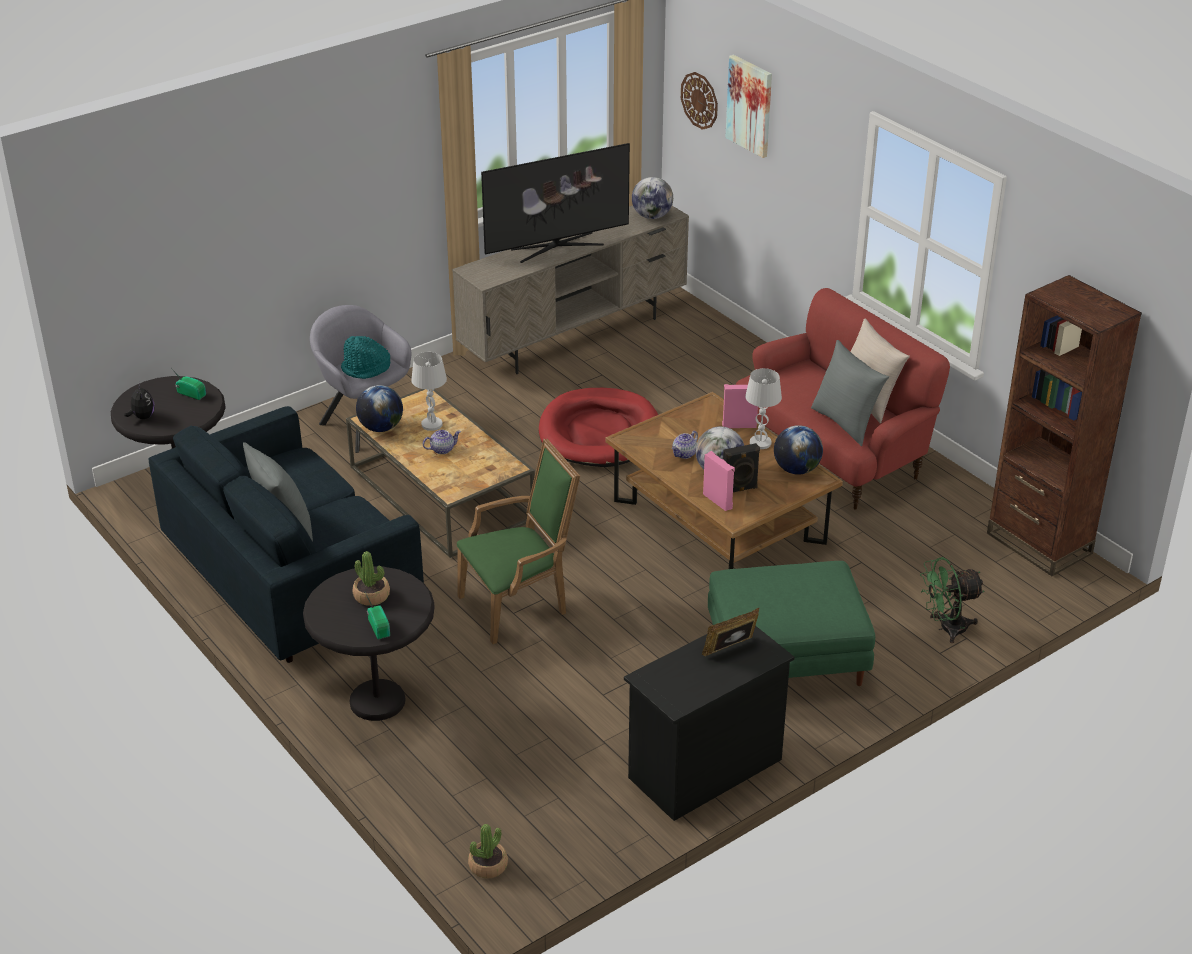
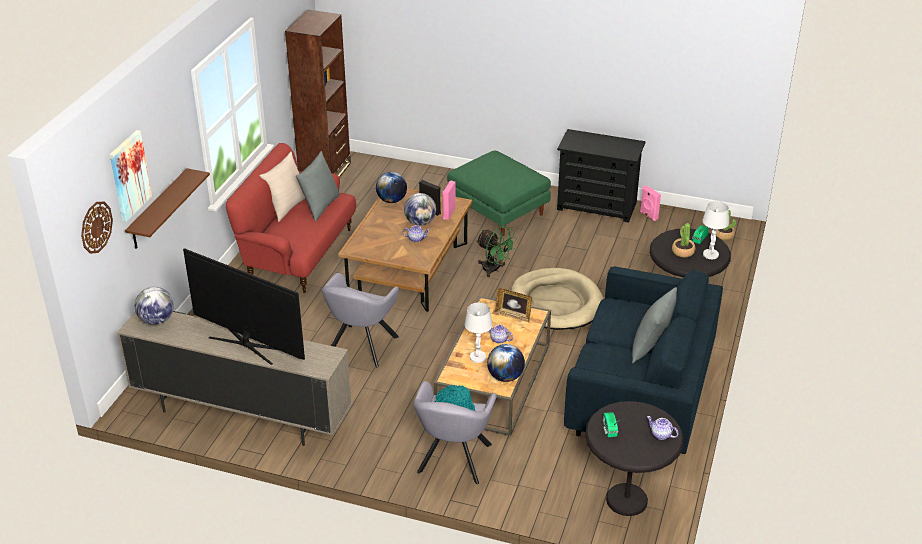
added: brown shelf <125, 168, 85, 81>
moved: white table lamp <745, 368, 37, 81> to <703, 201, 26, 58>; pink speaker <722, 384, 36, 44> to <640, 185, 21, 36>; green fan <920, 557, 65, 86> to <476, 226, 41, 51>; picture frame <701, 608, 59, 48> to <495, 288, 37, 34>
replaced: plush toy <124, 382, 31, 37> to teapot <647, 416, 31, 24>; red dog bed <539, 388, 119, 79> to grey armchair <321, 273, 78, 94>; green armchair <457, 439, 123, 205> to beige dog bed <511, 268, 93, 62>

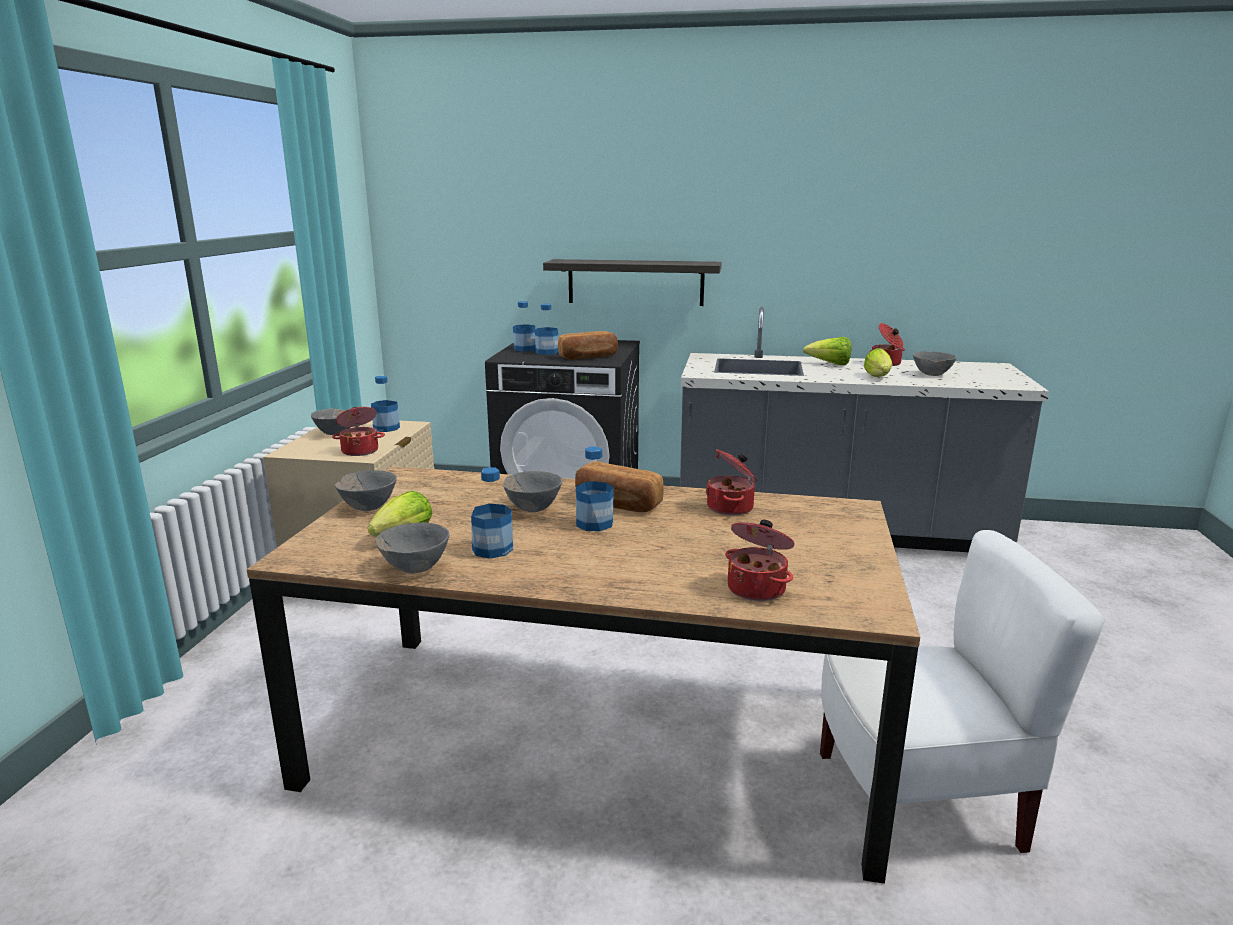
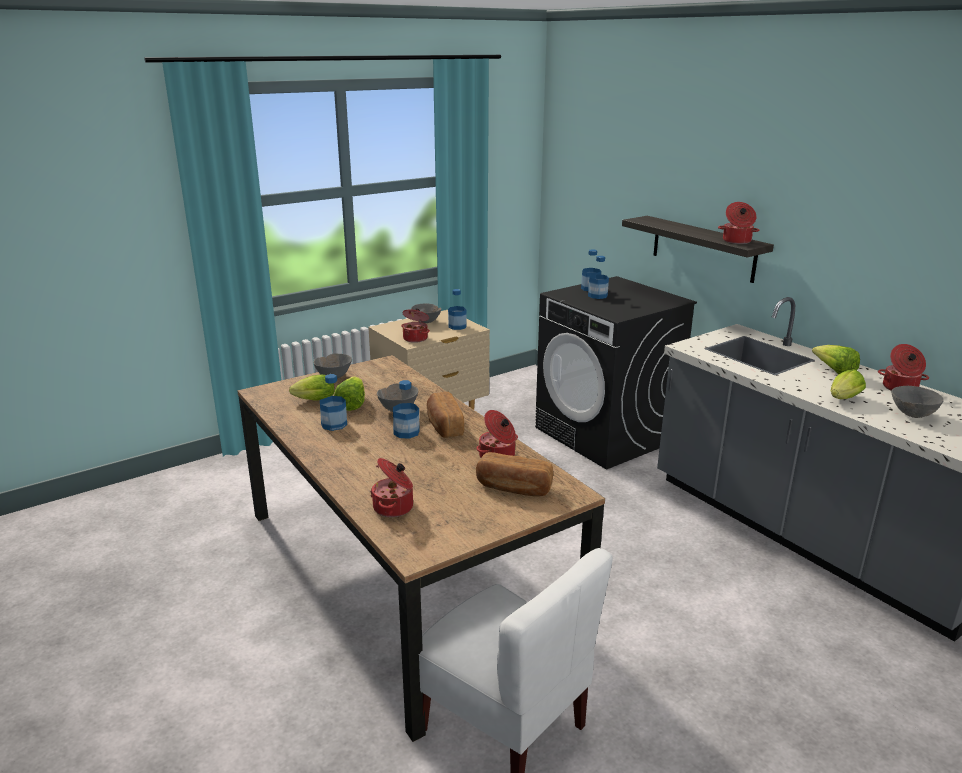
removed: grey bowl <375, 522, 74, 52>
added: cooking pot <718, 202, 42, 42>; lettuce <334, 376, 31, 35>
moved: bread <558, 331, 60, 29> to <476, 452, 77, 45>

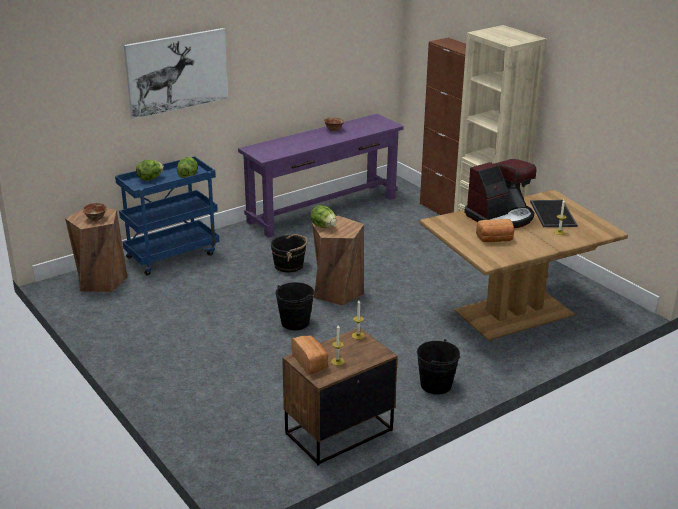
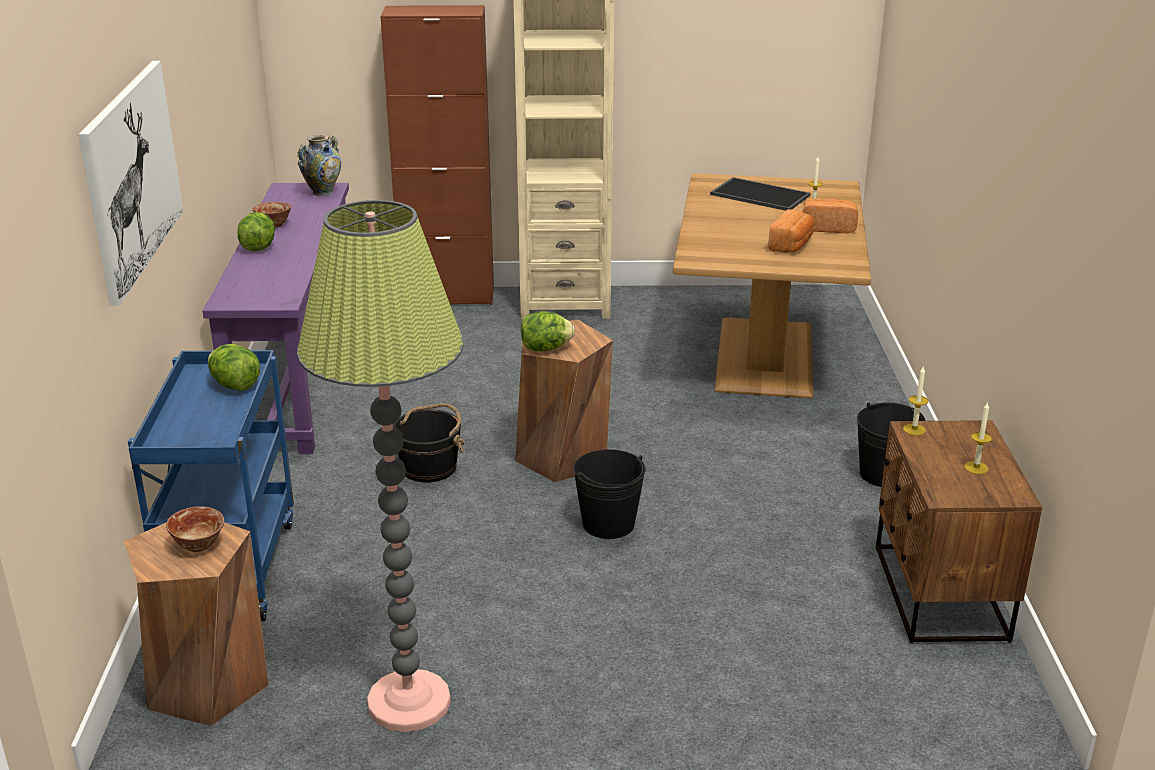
removed: coffee machine <464, 159, 73, 69>
added: vase <297, 135, 44, 61>; floor lamp <297, 200, 166, 532>
moved: lettuce <136, 160, 28, 21> to <237, 212, 38, 40>; bread <291, 335, 37, 39> to <802, 198, 56, 35>

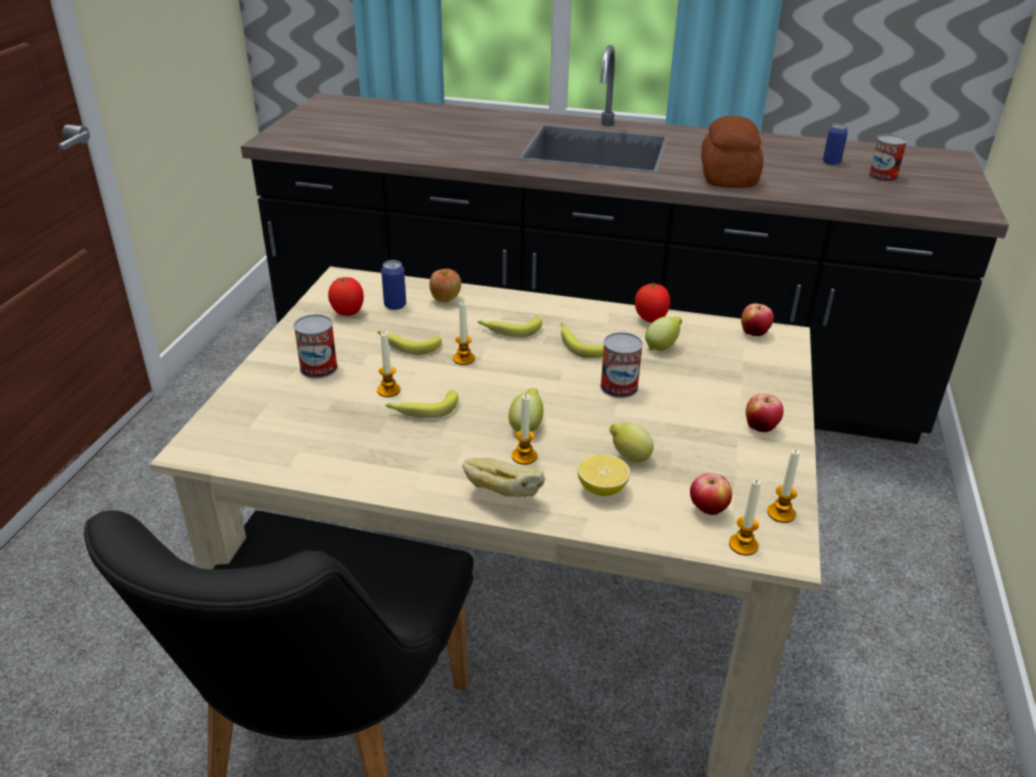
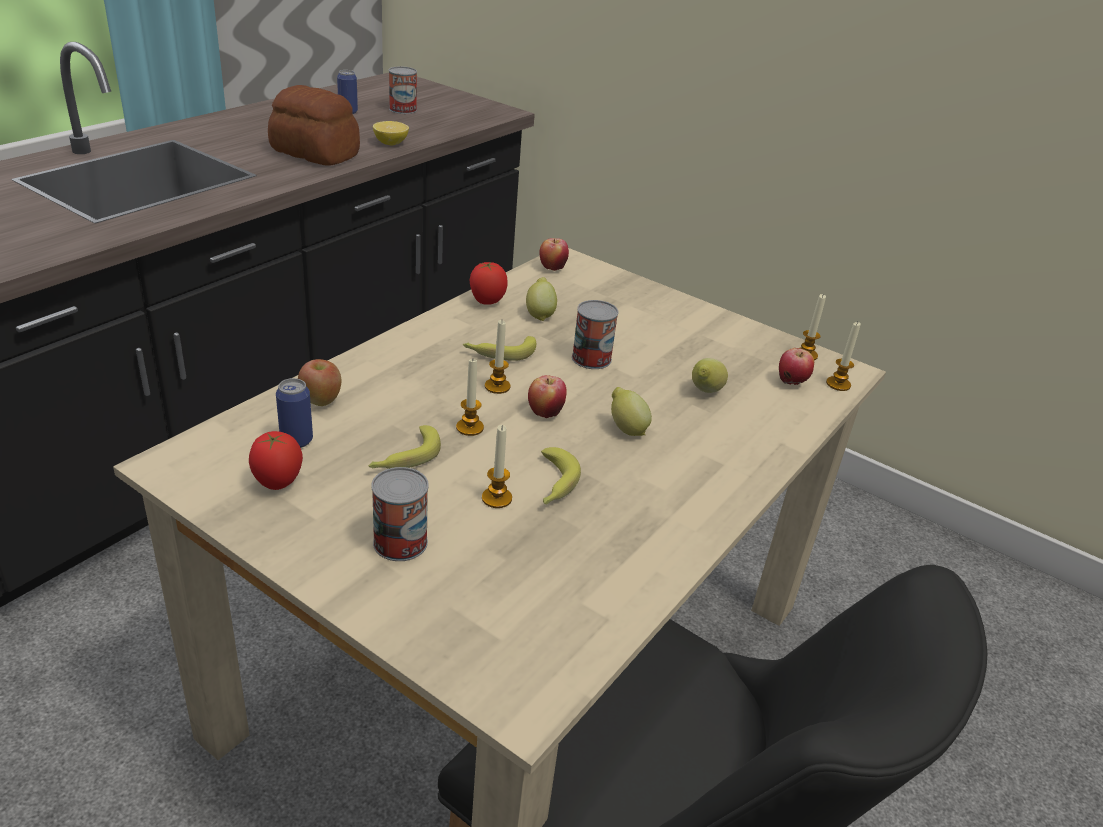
removed: banana <477, 317, 65, 20>; bread <462, 458, 83, 39>
moved: apple <746, 393, 37, 39> to <528, 375, 39, 43>; candle <512, 394, 25, 71> to <485, 320, 26, 74>; lemon <578, 454, 52, 42> to <373, 121, 36, 24>

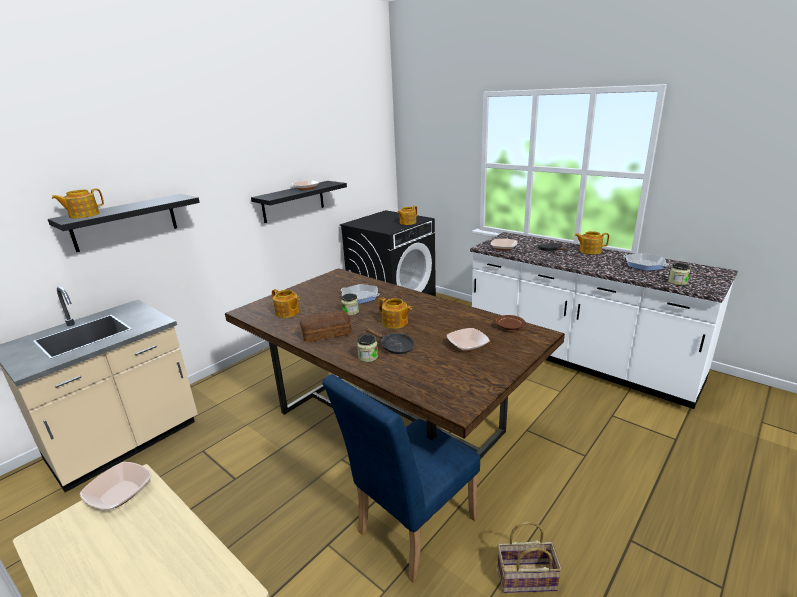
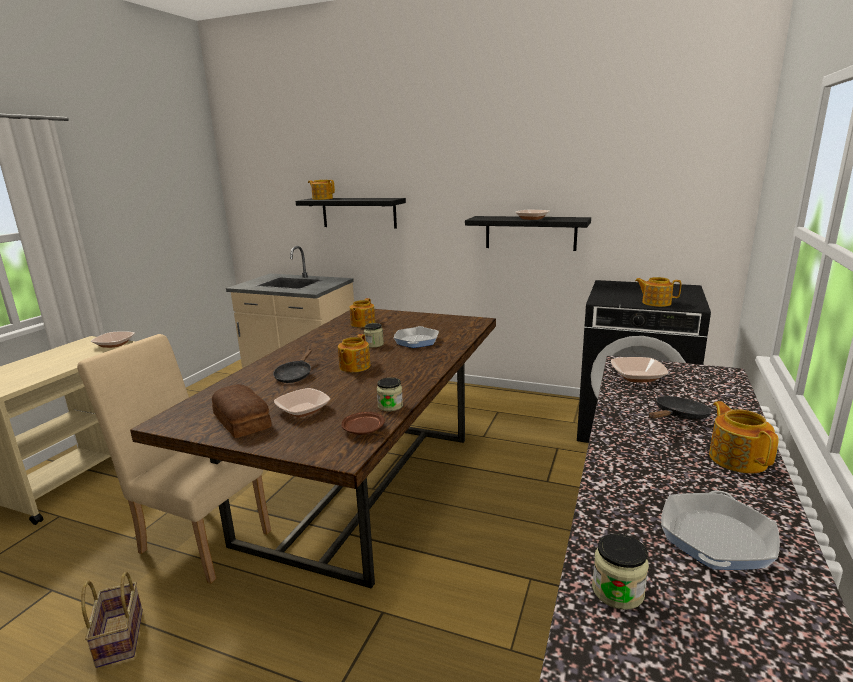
moved: bread <300, 310, 52, 33> to <212, 384, 60, 54>; jar <357, 335, 21, 27> to <377, 377, 26, 35>
recoloured: blue chair <322, 374, 158, 208> to beige chair <77, 334, 194, 250>

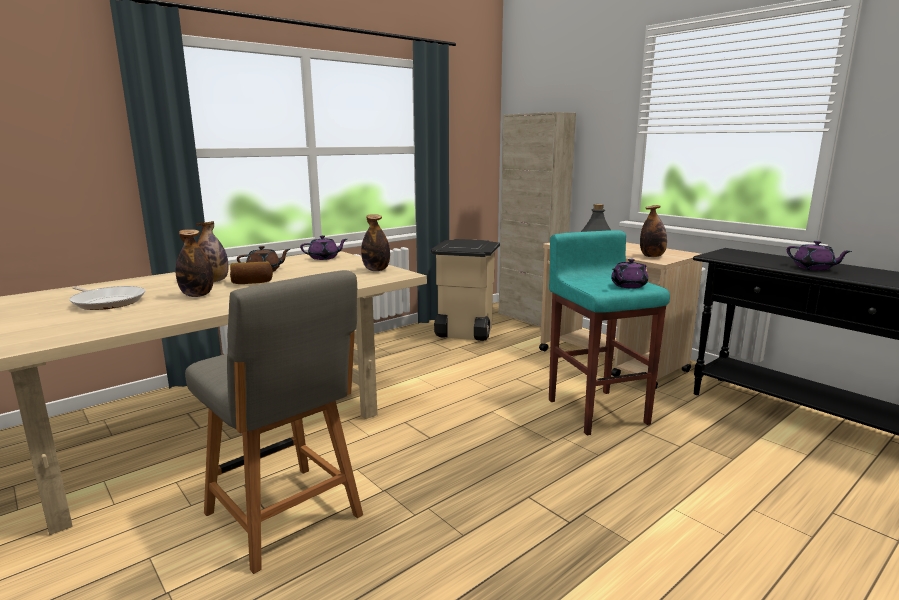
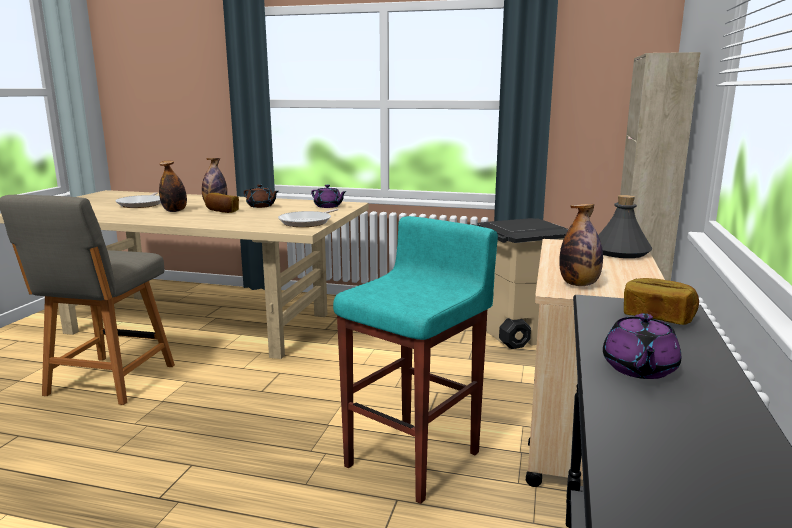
removed: purple teapot <611, 259, 37, 30>
added: bread <624, 278, 75, 47>
replaced: bottle <361, 214, 29, 57> to frying pan <278, 209, 61, 18>

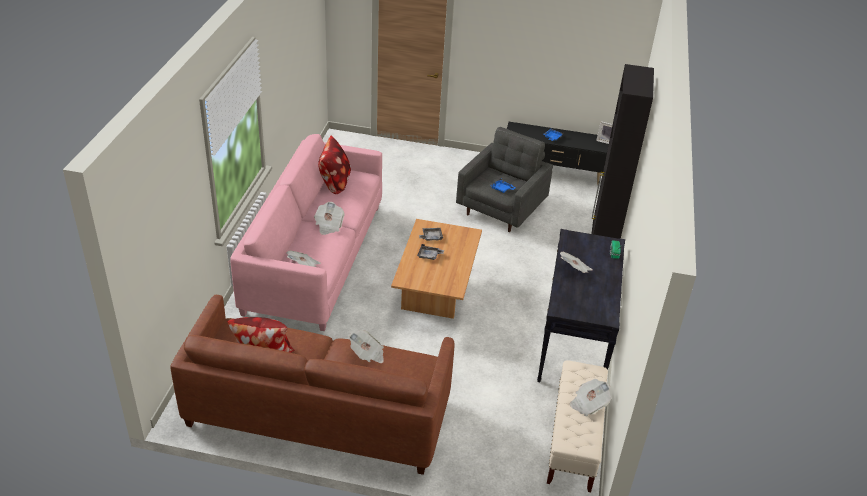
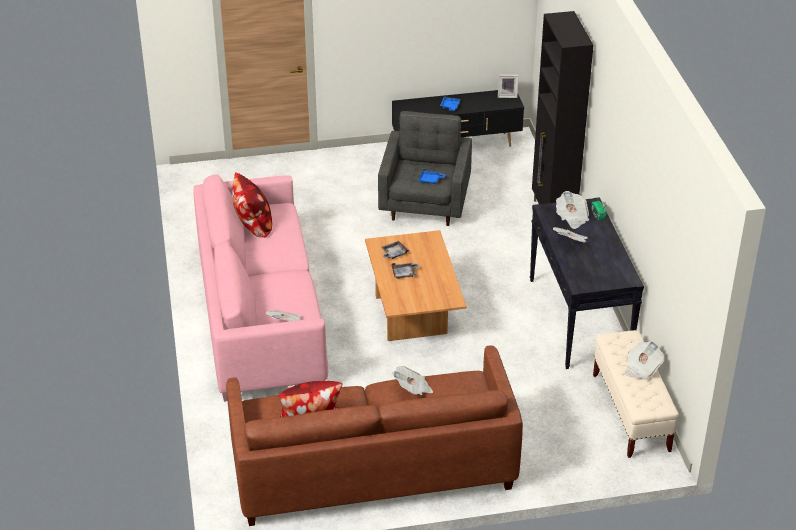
moved: newspaper <314, 202, 31, 33> to <556, 191, 33, 38>

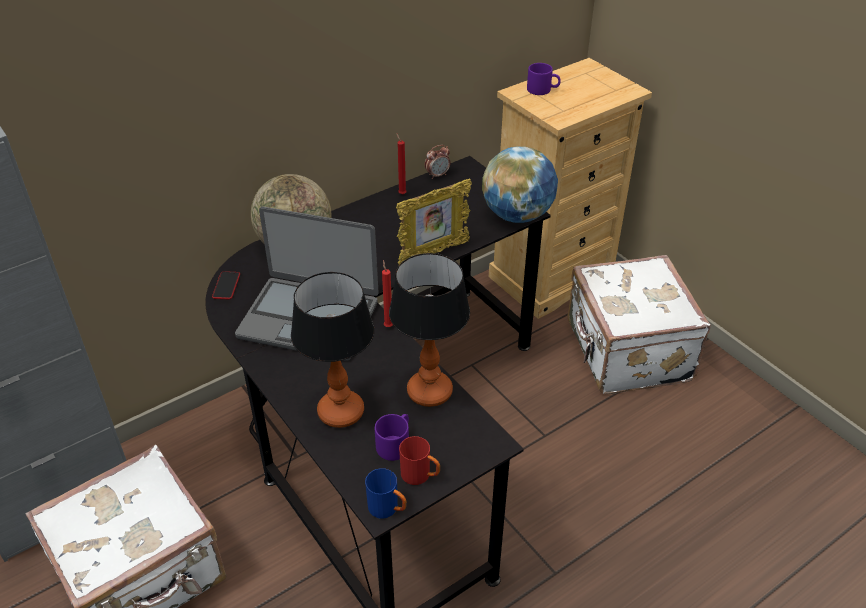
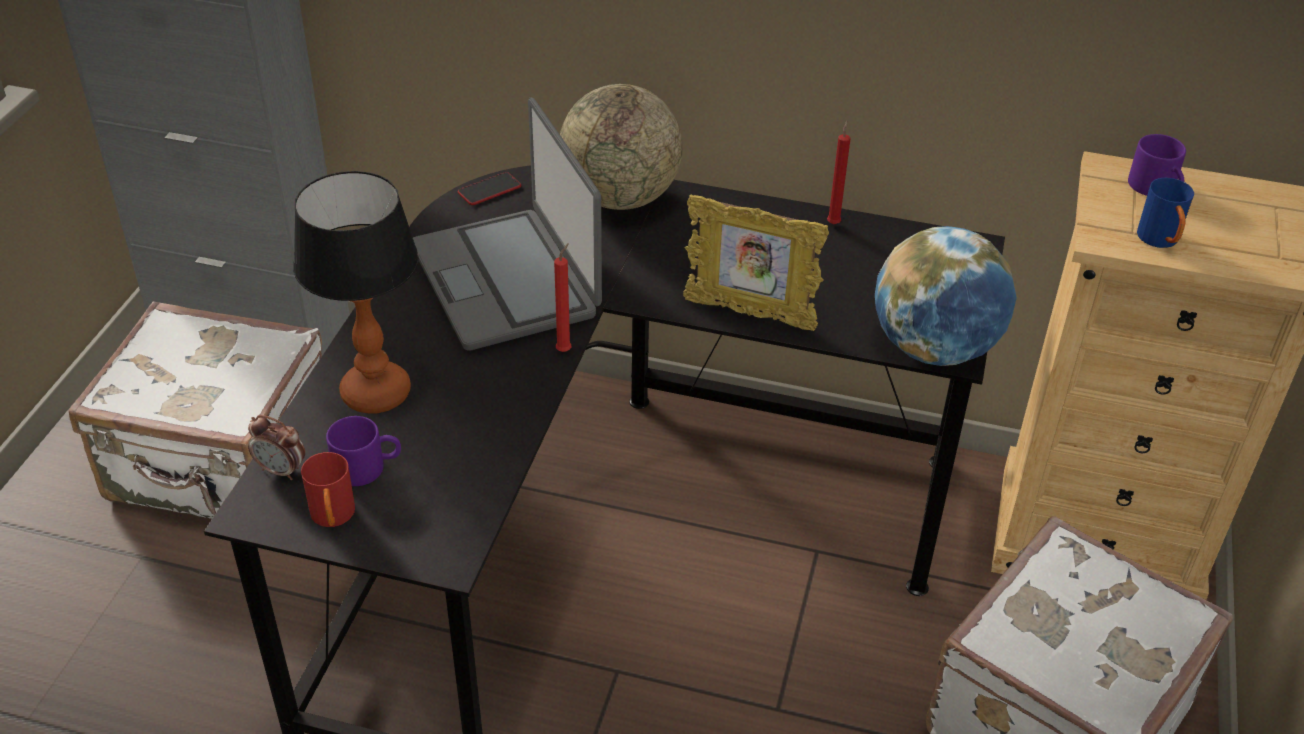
removed: table lamp <389, 253, 81, 154>
moved: alarm clock <425, 145, 26, 34> to <248, 415, 57, 65>; blue mug <365, 468, 42, 51> to <1137, 178, 57, 70>

